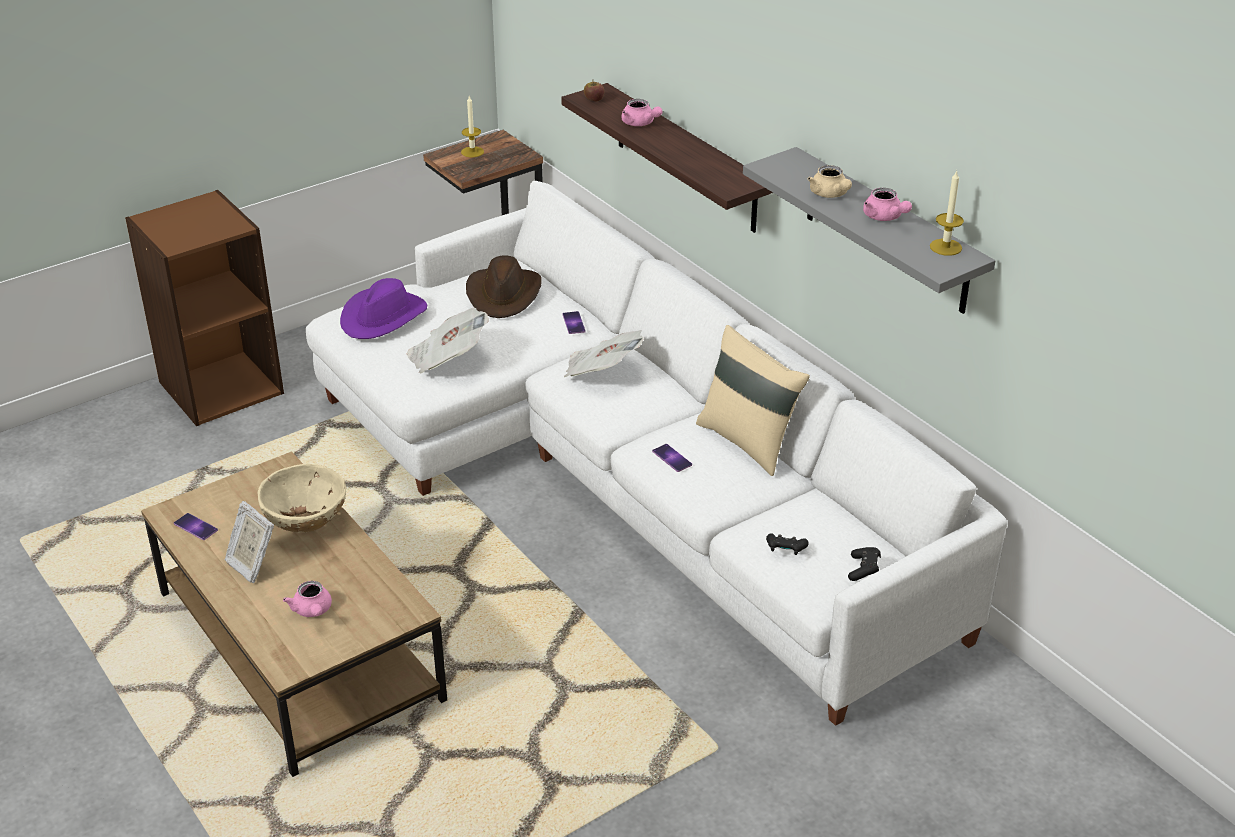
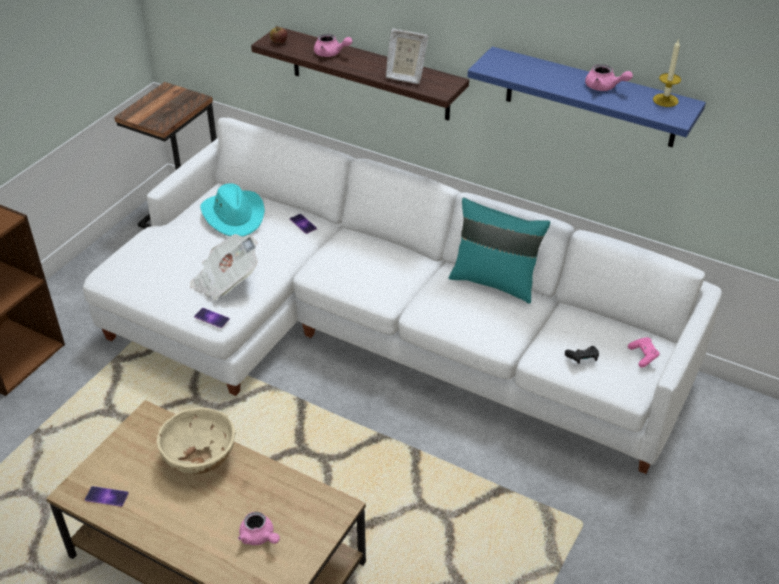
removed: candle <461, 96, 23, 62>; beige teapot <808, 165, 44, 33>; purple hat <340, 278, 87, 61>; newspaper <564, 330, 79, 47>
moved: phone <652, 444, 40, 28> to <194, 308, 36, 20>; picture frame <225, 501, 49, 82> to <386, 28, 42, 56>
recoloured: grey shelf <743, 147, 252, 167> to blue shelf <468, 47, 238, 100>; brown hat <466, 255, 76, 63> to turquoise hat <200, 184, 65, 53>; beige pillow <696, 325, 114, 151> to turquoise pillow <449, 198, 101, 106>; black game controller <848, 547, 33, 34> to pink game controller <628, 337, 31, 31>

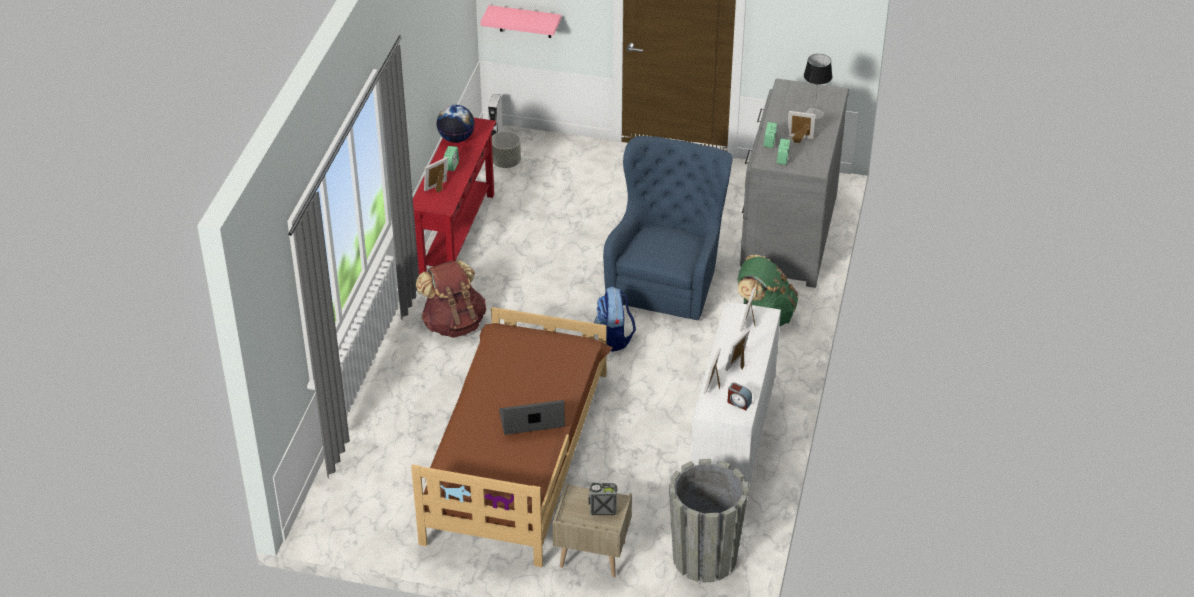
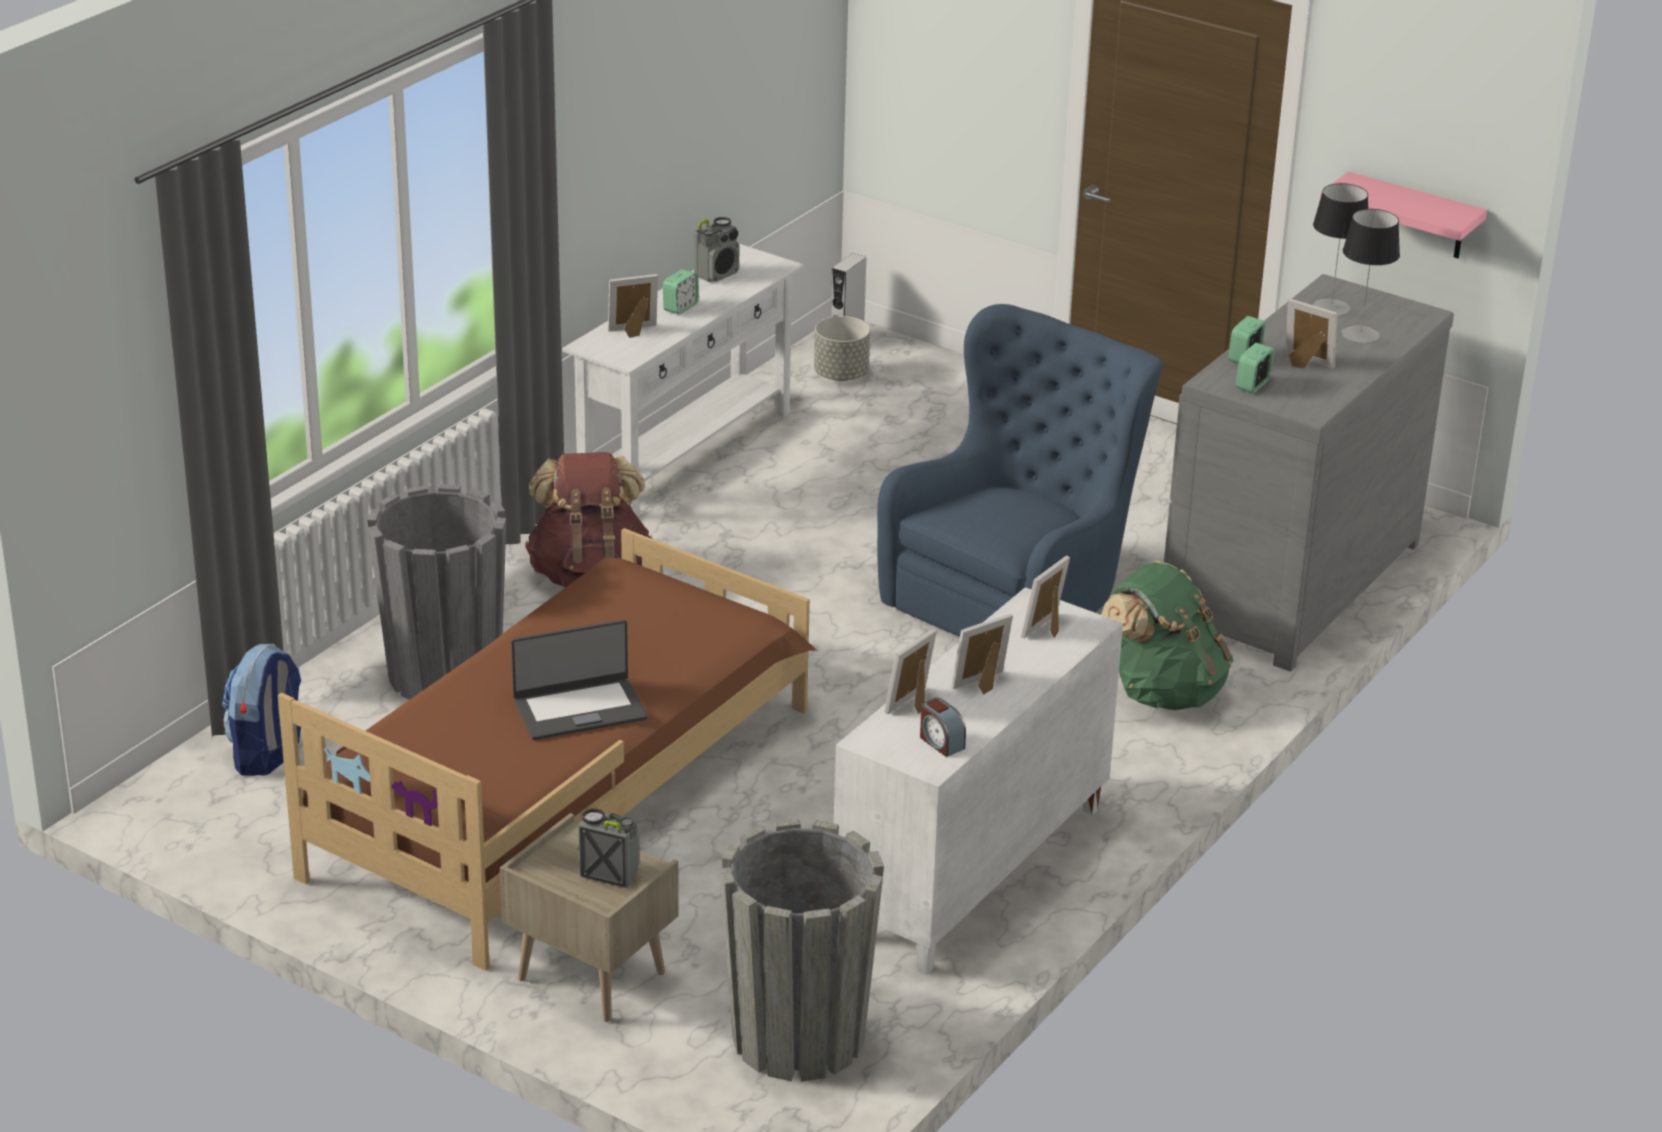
added: table lamp <1313, 183, 55, 133>; grey planter <367, 484, 139, 216>
moved: pink shelf <481, 5, 80, 33> to <1320, 172, 167, 86>; backpack <594, 287, 42, 65> to <222, 643, 79, 133>
replaced: globe <436, 105, 39, 38> to radio <694, 217, 45, 65>
recoloured: red console table <413, 118, 83, 157> to white console table <562, 244, 242, 273>
turned: laptop <499, 400, 66, 35> = <511, 620, 137, 120> 150 degrees clockwise

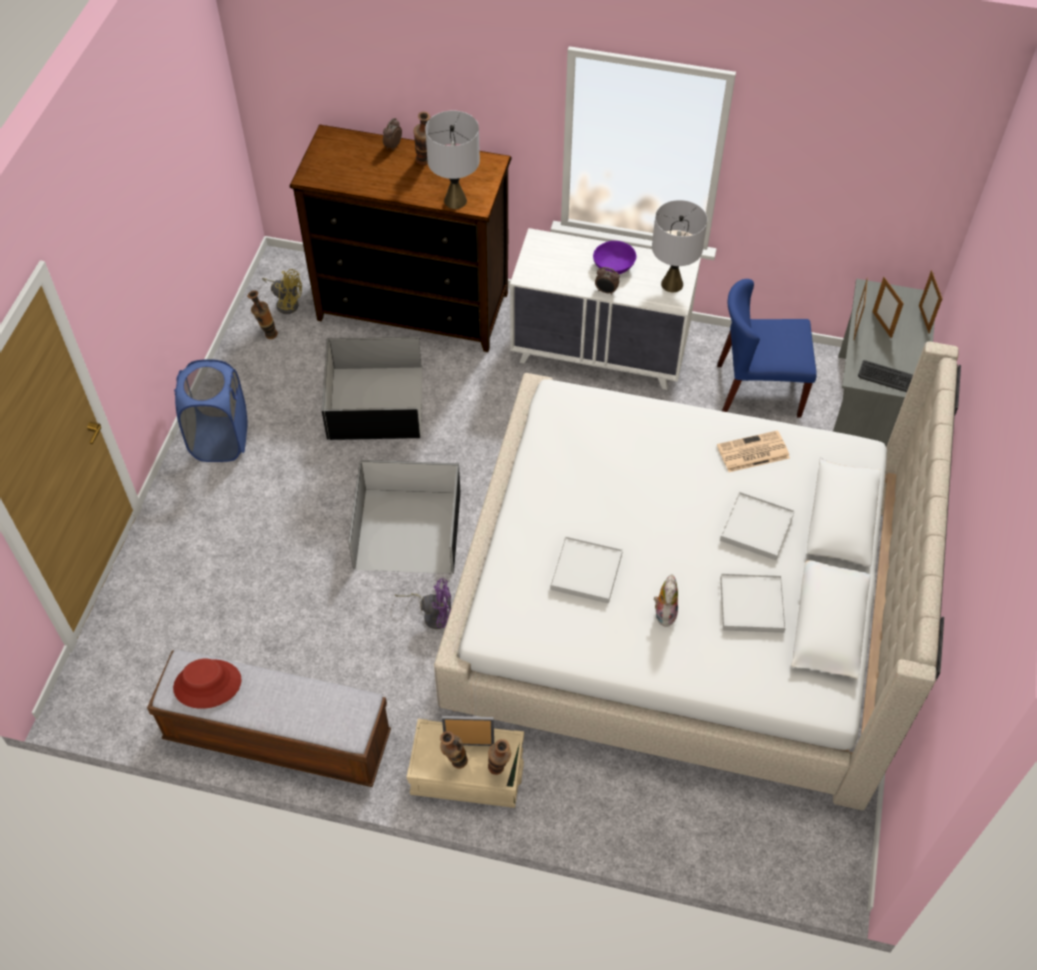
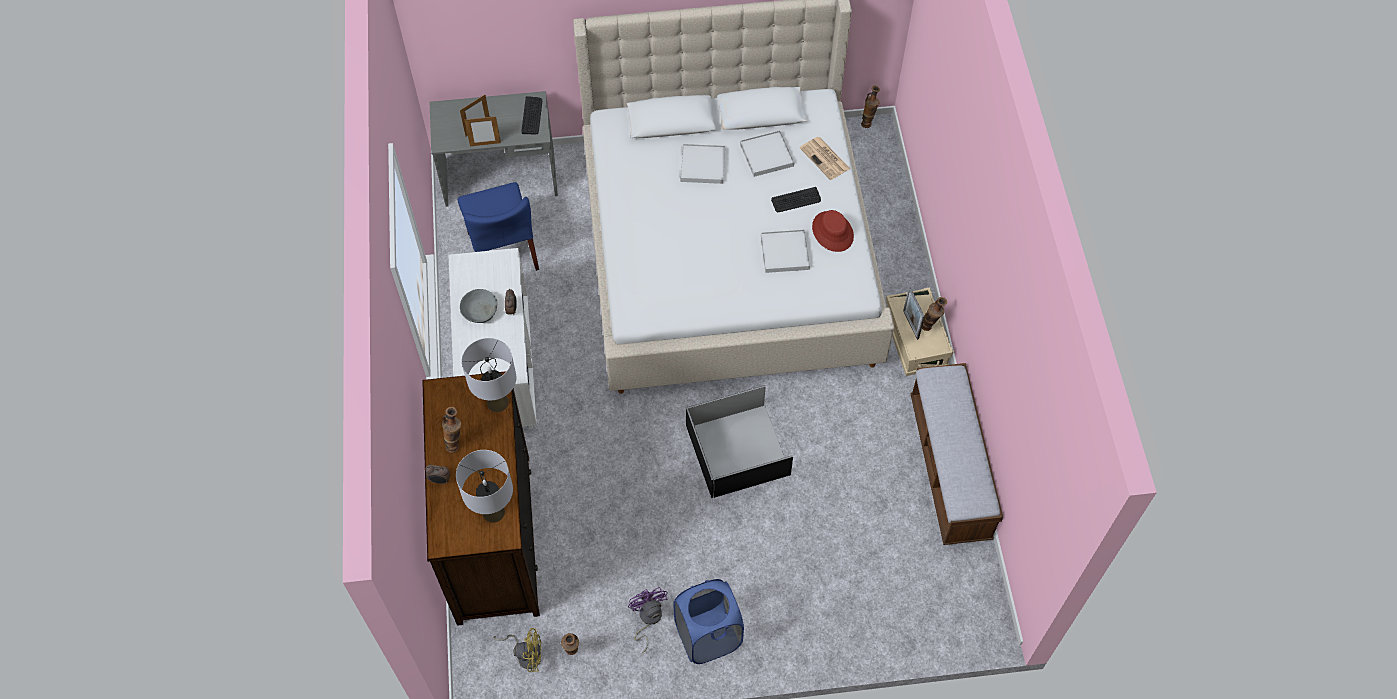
removed: picture frame <919, 270, 24, 64>; black storage box <322, 337, 100, 103>
moved: grey table lamp <652, 200, 55, 92> to <456, 450, 57, 73>; newspaper <717, 430, 73, 42> to <800, 137, 50, 43>; purple fan <395, 578, 56, 51> to <628, 587, 40, 66>; red hat <173, 659, 69, 50> to <812, 210, 42, 42>; vase <488, 739, 23, 36> to <861, 86, 19, 42>
replaced: plush toy <654, 574, 24, 53> to keyboard <771, 187, 50, 25>
recoloured: purple bowl <593, 241, 43, 33> to grey bowl <460, 289, 38, 34>
turned: yellow fan <262, 269, 40, 45> = <493, 628, 48, 44> 90 degrees clockwise

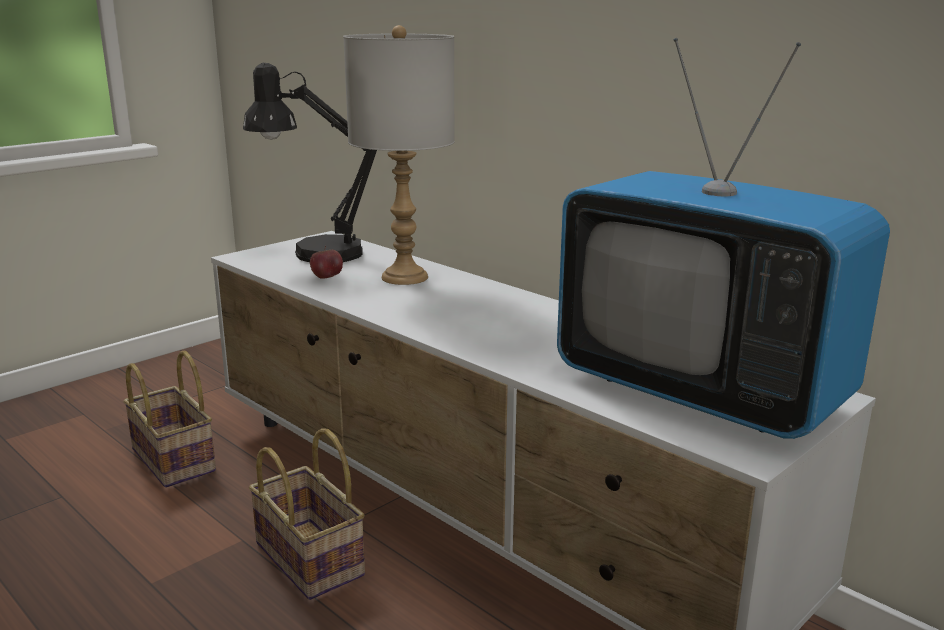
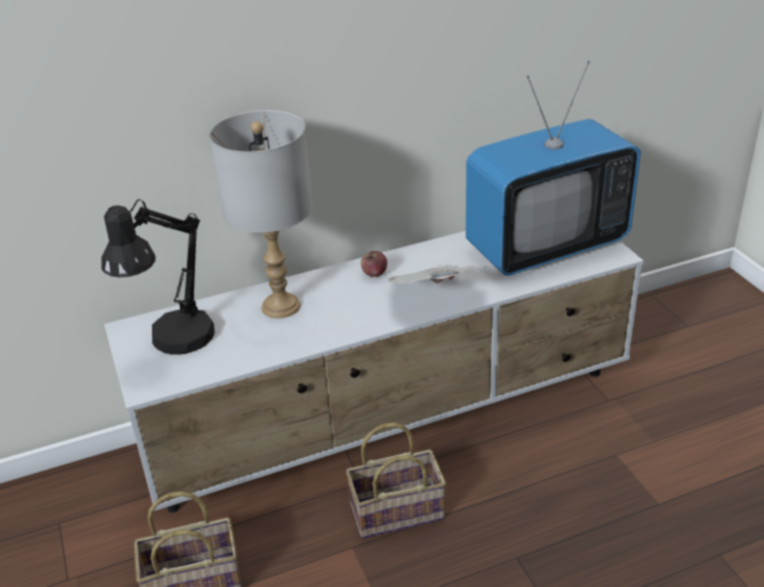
added: newspaper <388, 264, 99, 20>
moved: apple <310, 246, 33, 33> to <361, 251, 26, 26>

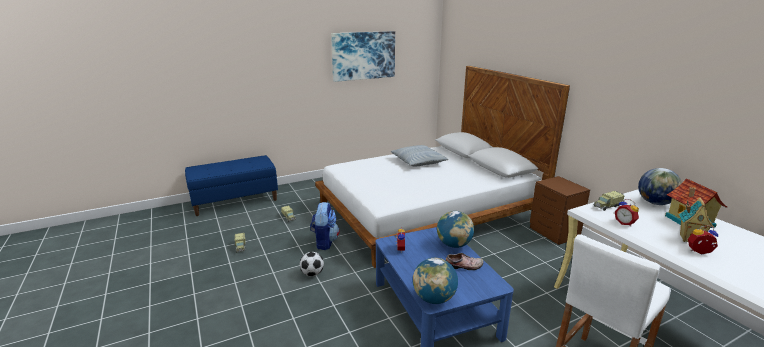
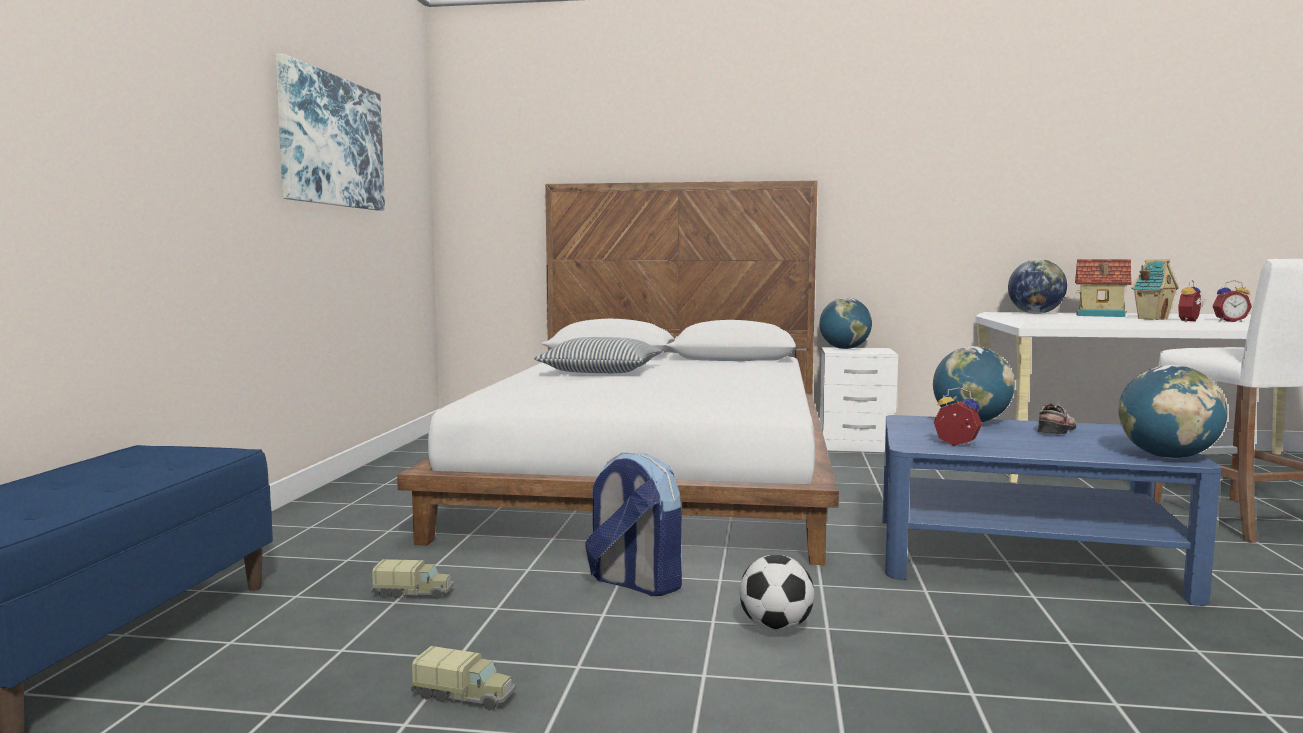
removed: toy truck <594, 191, 31, 20>
added: globe <819, 298, 53, 51>
moved: alarm clock <615, 199, 24, 28> to <1213, 280, 39, 42>
recoloured: brown nightstand <530, 176, 60, 69> to white nightstand <820, 347, 78, 105>

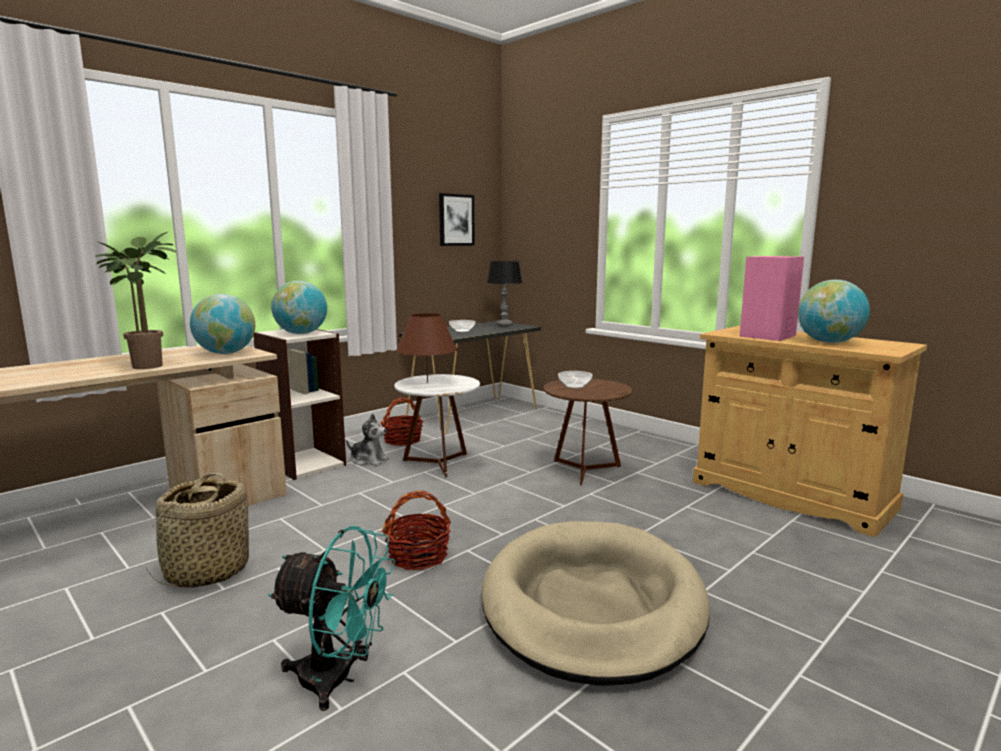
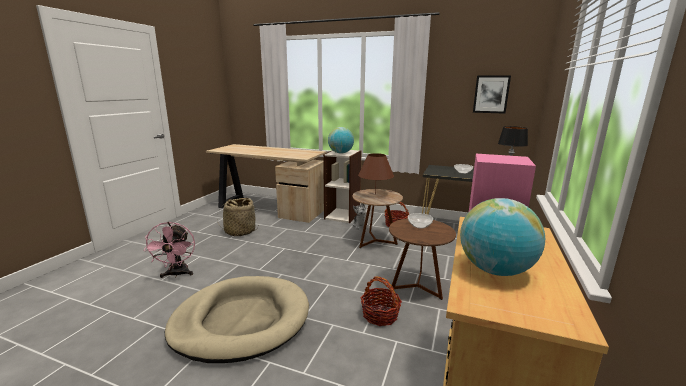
removed: potted plant <95, 232, 83, 137>; globe <190, 294, 65, 60>
moved: basket <382, 491, 69, 79> to <361, 277, 41, 49>
recoloured: white side table <394, 374, 86, 103> to brown side table <352, 189, 51, 59>; turquoise fan <268, 526, 128, 185> to pink fan <143, 222, 52, 56>

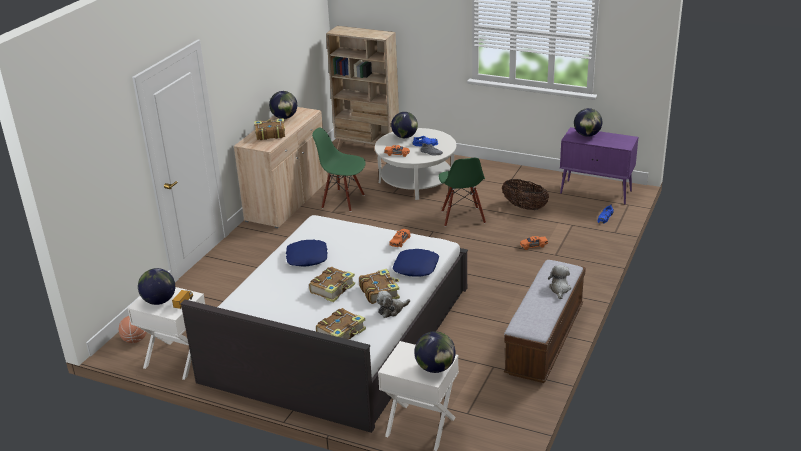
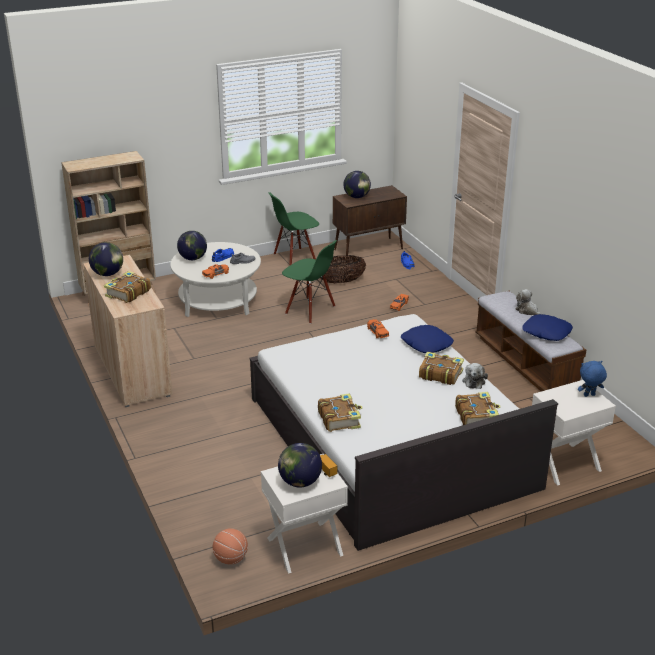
moved: green chair <312, 128, 54, 84> to <268, 192, 51, 74>; blue pillow <286, 240, 42, 26> to <522, 314, 51, 27>; book <309, 267, 46, 35> to <318, 393, 44, 39>
replaced: globe <414, 331, 42, 42> to blue plush toy <578, 361, 29, 36>
recoloured: purple cabinet <560, 127, 78, 77> to brown cabinet <333, 185, 74, 71>

